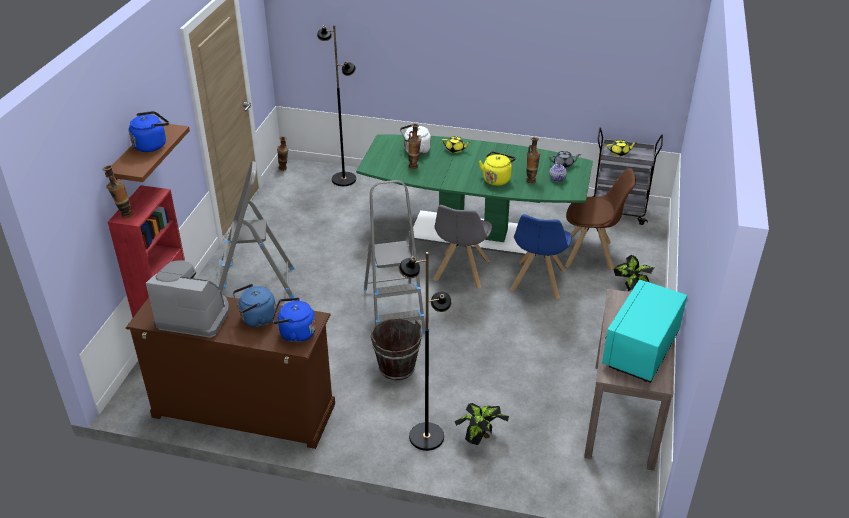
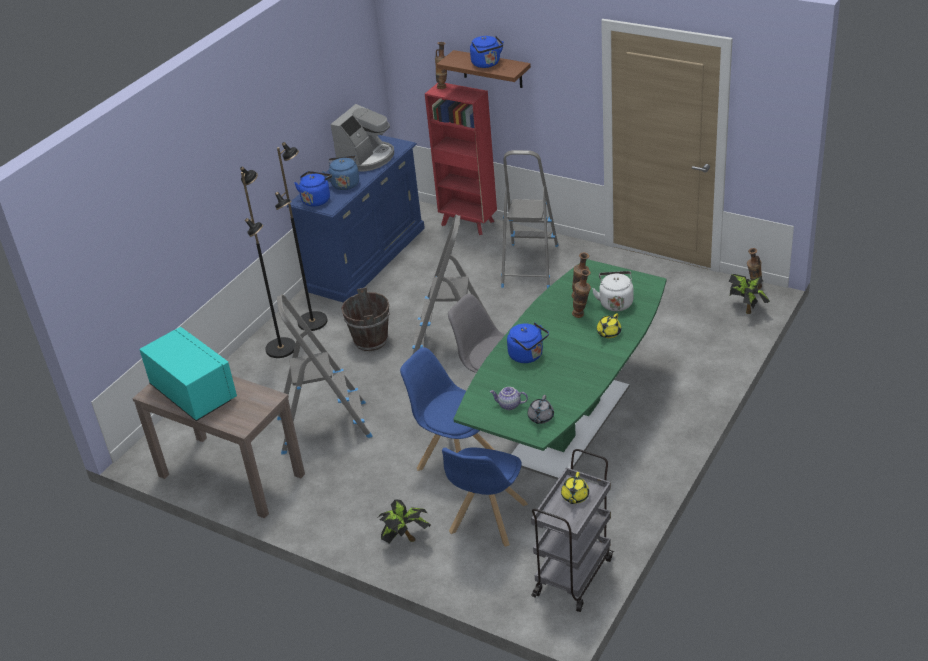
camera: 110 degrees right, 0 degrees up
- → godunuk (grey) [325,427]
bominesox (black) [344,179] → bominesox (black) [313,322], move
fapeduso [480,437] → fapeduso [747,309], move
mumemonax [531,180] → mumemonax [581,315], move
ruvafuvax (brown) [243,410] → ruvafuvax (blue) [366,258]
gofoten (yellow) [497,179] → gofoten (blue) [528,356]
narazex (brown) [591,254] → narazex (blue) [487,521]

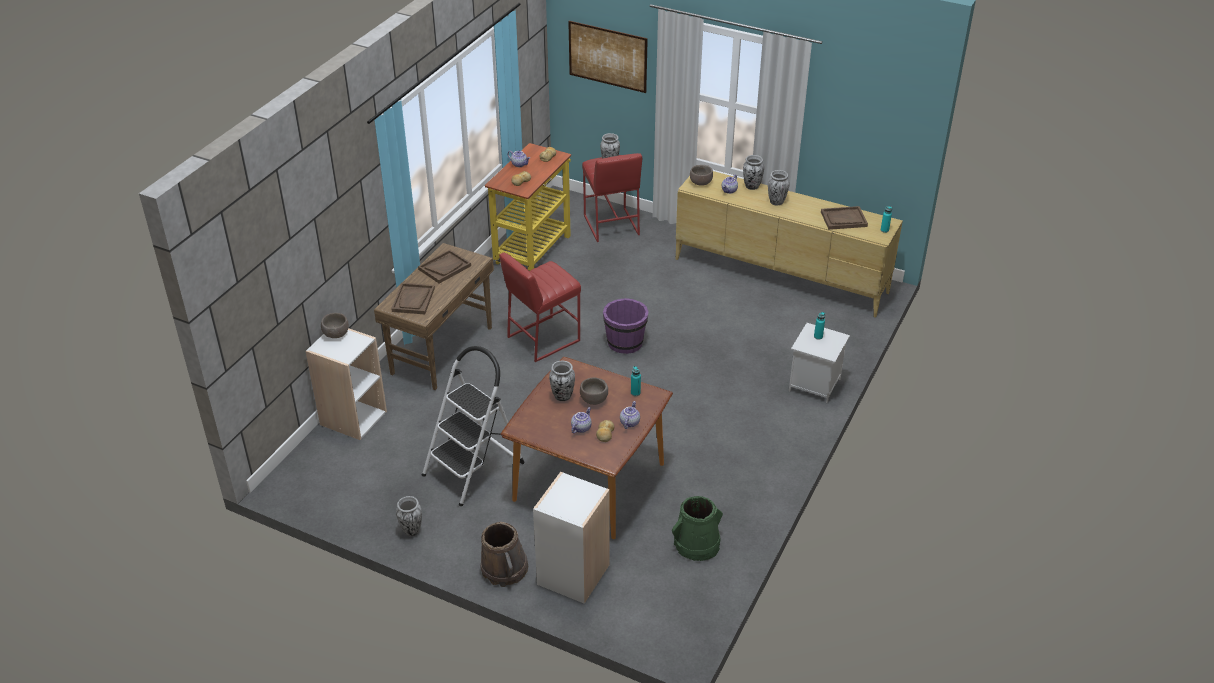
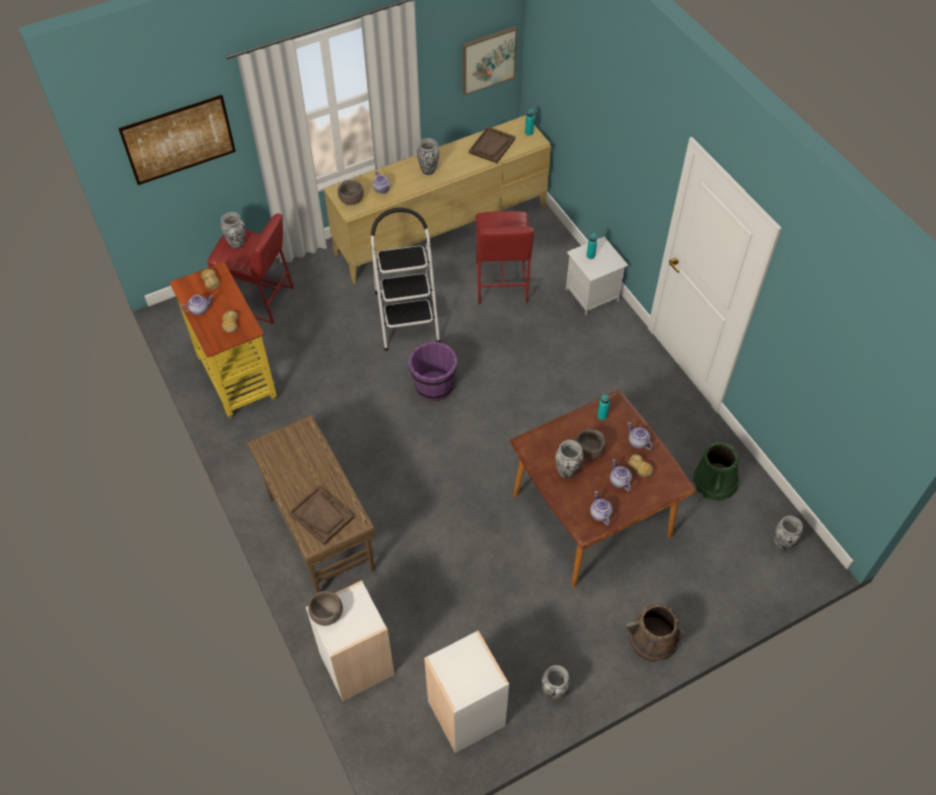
camera: 55 degrees left, 15 degrees up
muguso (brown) [444,267] → -
- → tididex [488,60]
- → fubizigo [599,514]
godunuk [476,468] → godunuk [407,315], move
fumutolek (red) [542,339] → fumutolek (red) [501,284], move
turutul [572,574] → turutul [465,714], move
mumemonax [752,187] → mumemonax [782,544], move

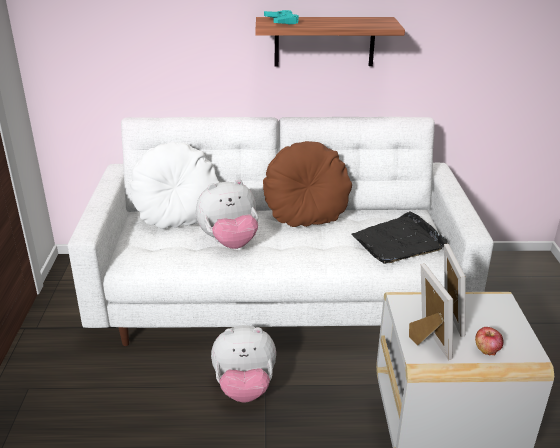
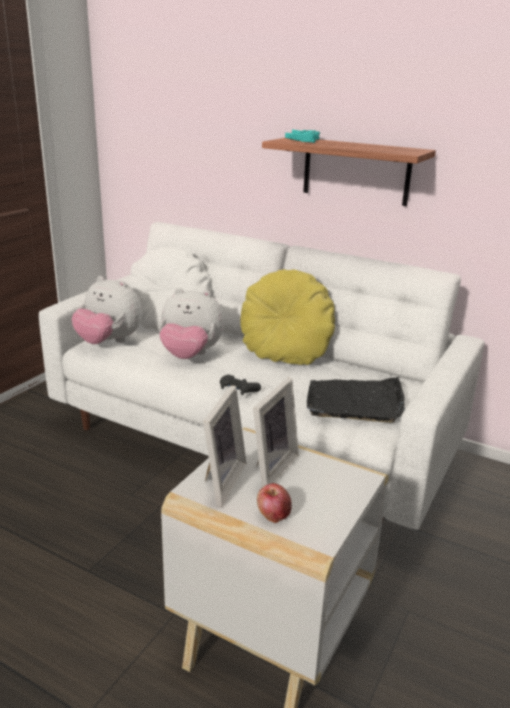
camera: 30 degrees right, 5 degrees down
- → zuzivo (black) [238,390]
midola [244,388] → midola [109,342], move
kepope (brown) [306,219] → kepope (yellow) [285,357]

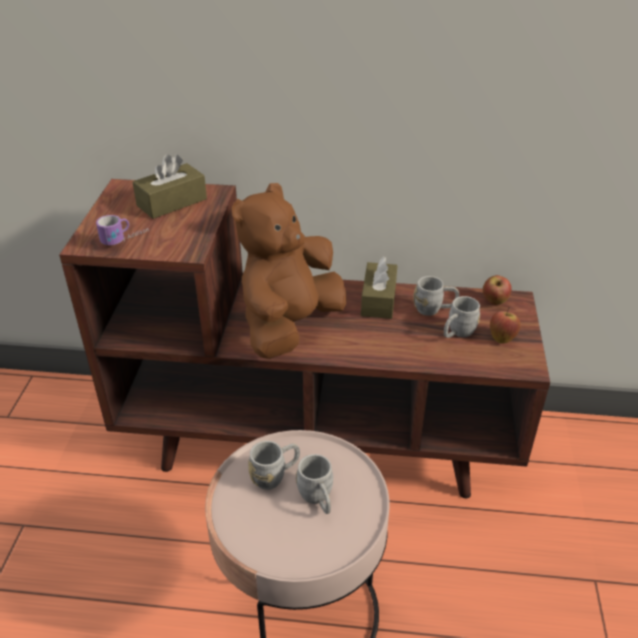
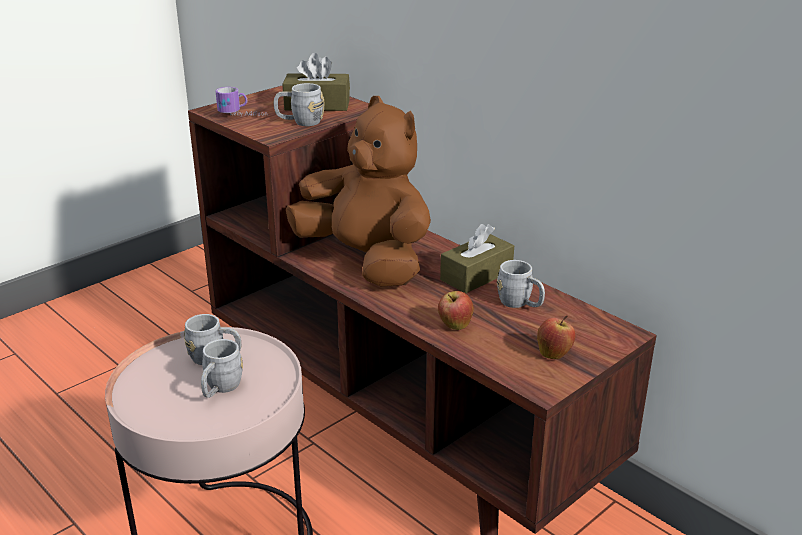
camera: 40 degrees right, 10 degrees down
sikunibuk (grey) [457,333] → sikunibuk (grey) [300,122], move
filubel [494,302] → filubel [455,326], move
midola (brown) [289,326] → midola (brown) [367,261], 60 degrees clockwise

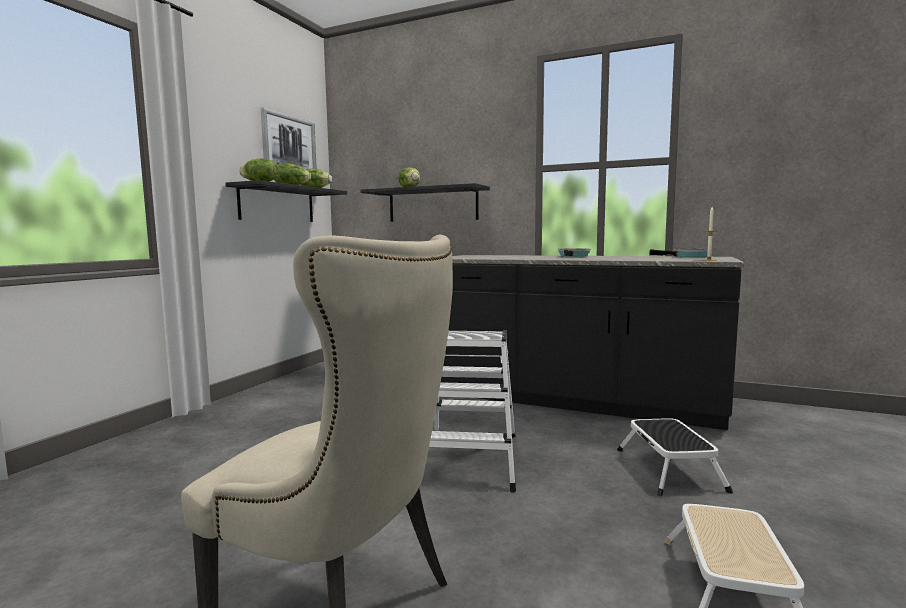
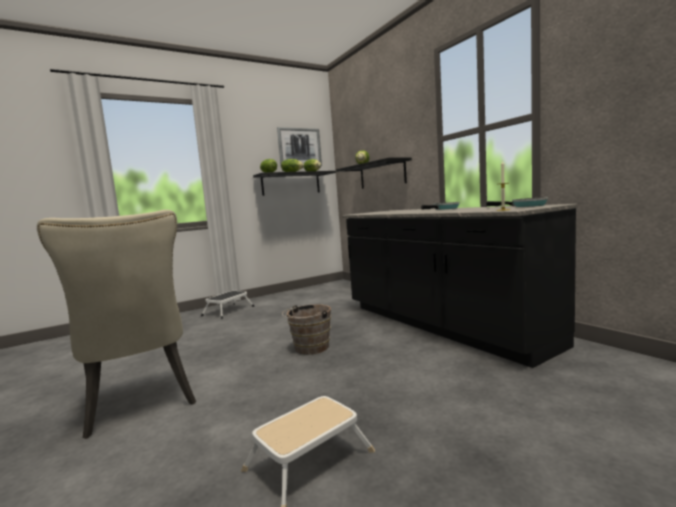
camera: 35 degrees right, 0 degrees up
godunuk (black) [669,469] → godunuk (black) [228,311], move
godunuk (white) [469,458] → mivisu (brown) [309,348]

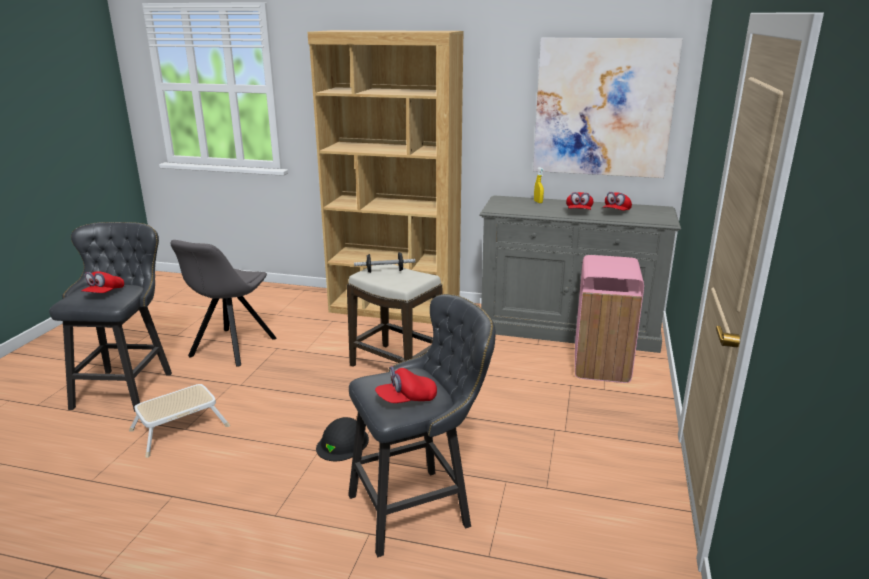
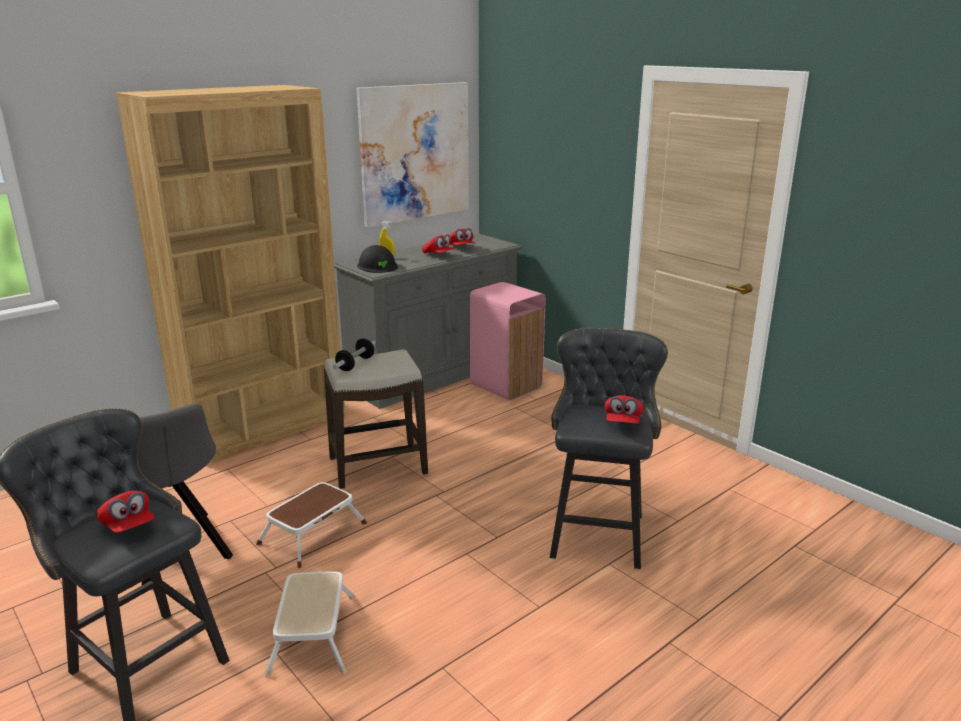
camera: 55 degrees left, 0 degrees up
- → godunuk (brown) [313,533]
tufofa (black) [343,443] → tufofa (black) [377,266], move

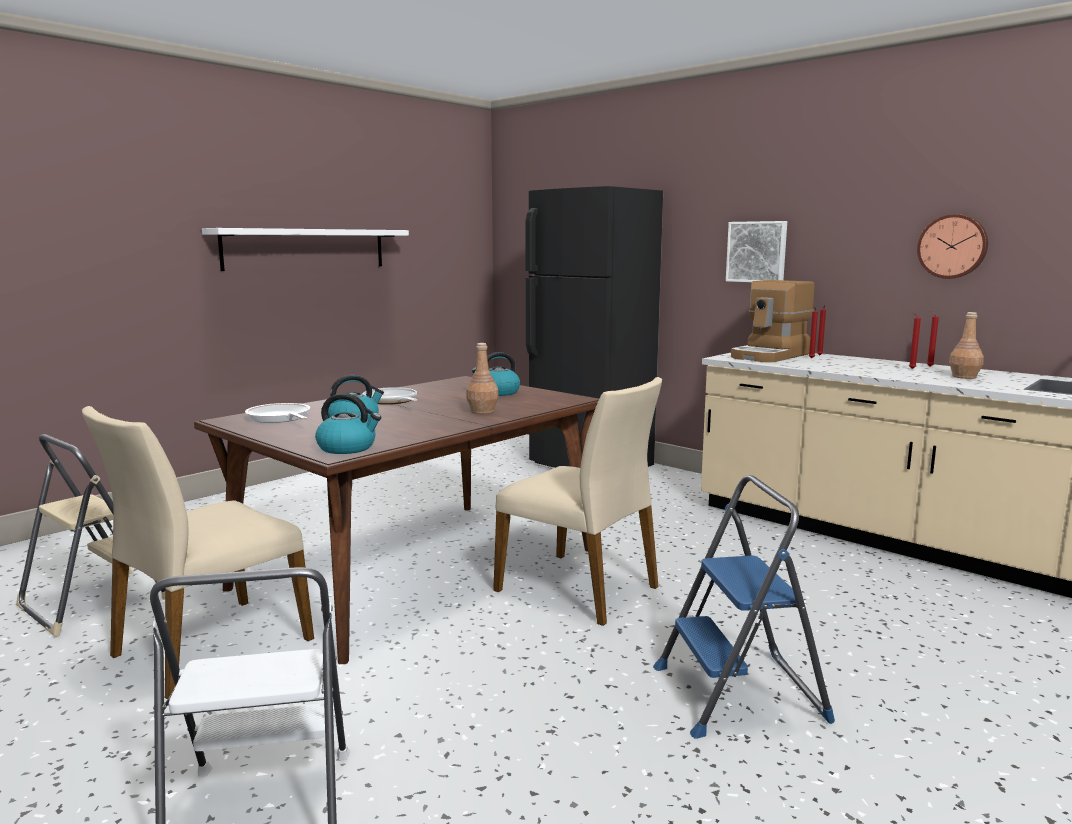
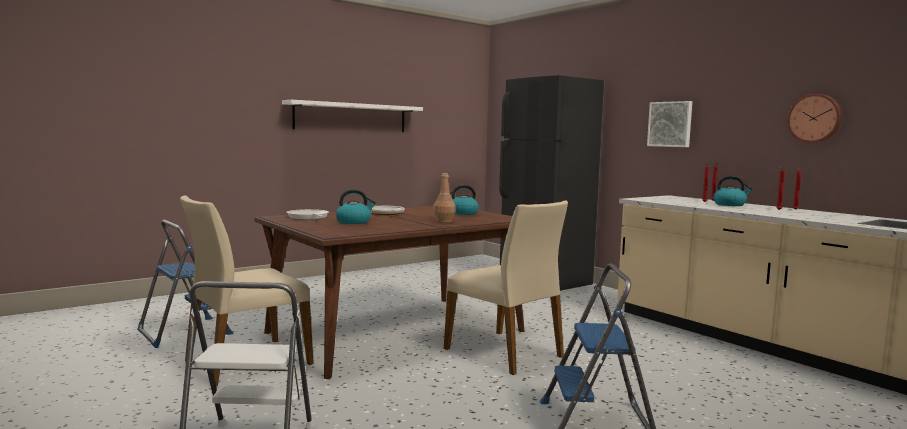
camera: 10 degrees right, 5 degrees down
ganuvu [770,356] → -
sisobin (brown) [964,377] → -
gofoten [348,448] → gofoten [730,204], move
godunuk (beige) [89,603] → godunuk (blue) [180,332]

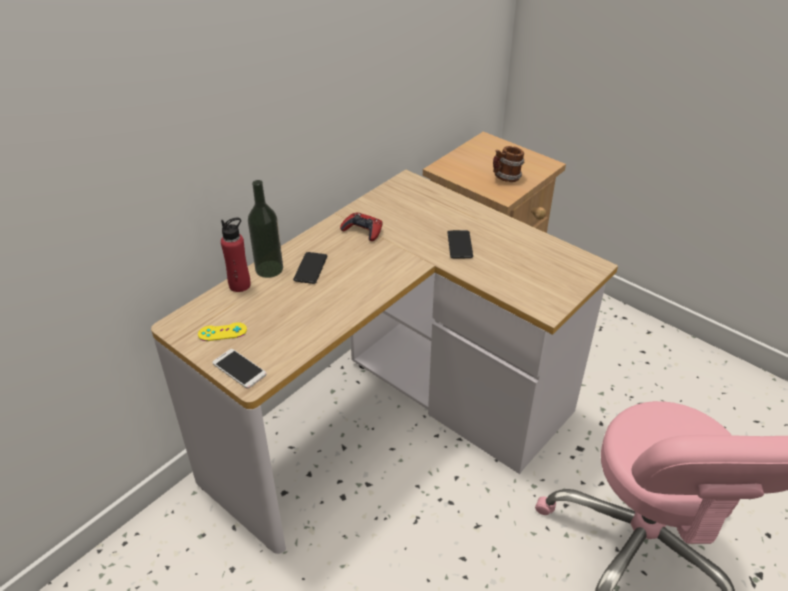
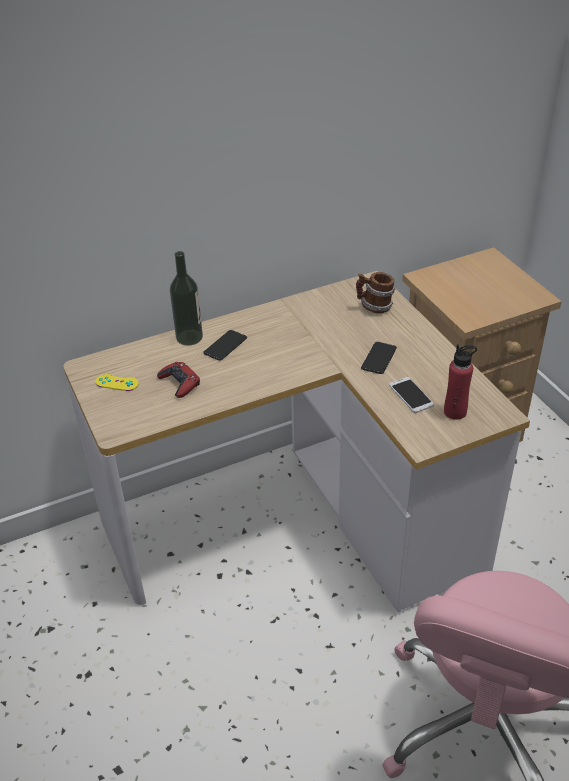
camera: 25 degrees right, 0 degrees up
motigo [239,369] → motigo [411,395], move
sisobin (red) [240,285] → sisobin (red) [455,412], move
zuzivo (red) [362,230] → zuzivo (red) [179,383], move
sikunibuk [506,178] → sikunibuk [374,307], move

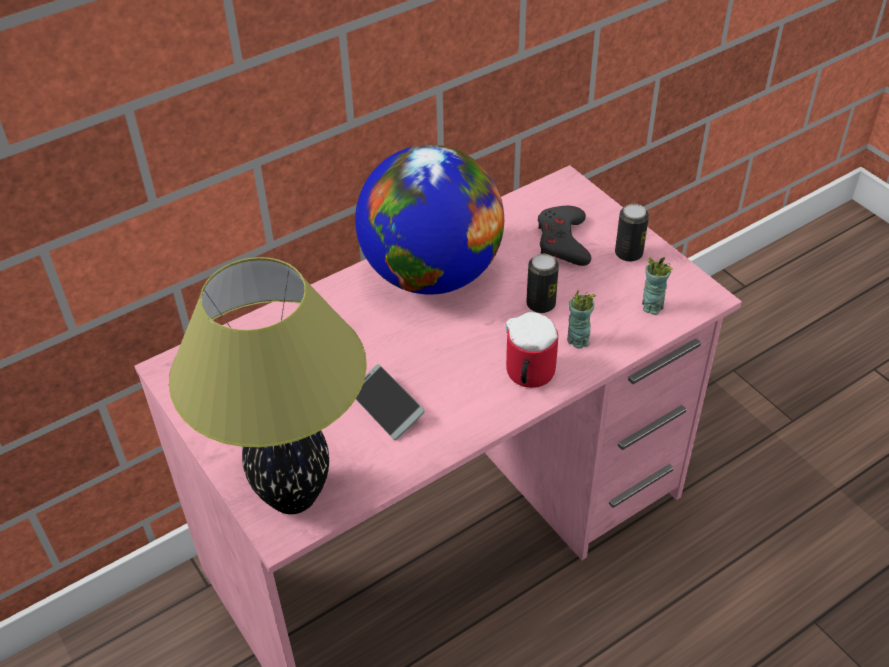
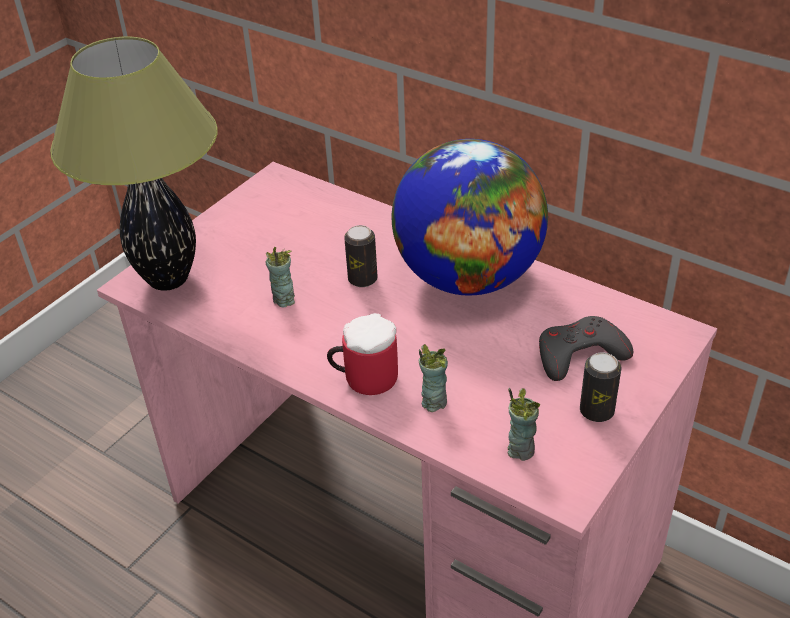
camera: 70 degrees right, 5 degrees down
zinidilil [540,304] → zinidilil [362,279], move
motigo [387,407] → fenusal [283,300]

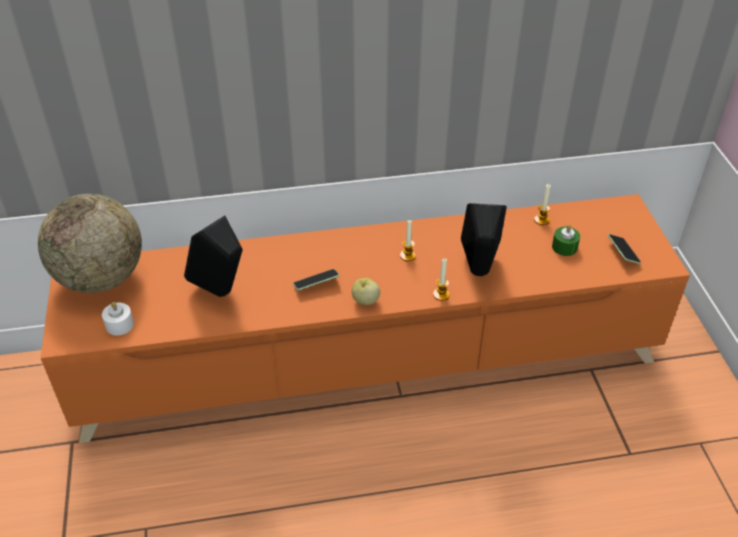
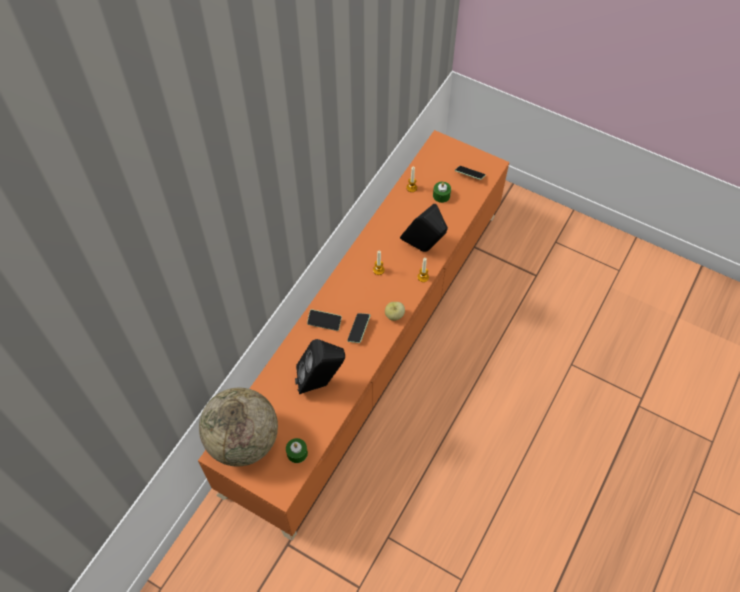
camera: 50 degrees left, 15 degrees up
- → motigo [324,322]
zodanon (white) [119,325] → zodanon (green) [297,453]

